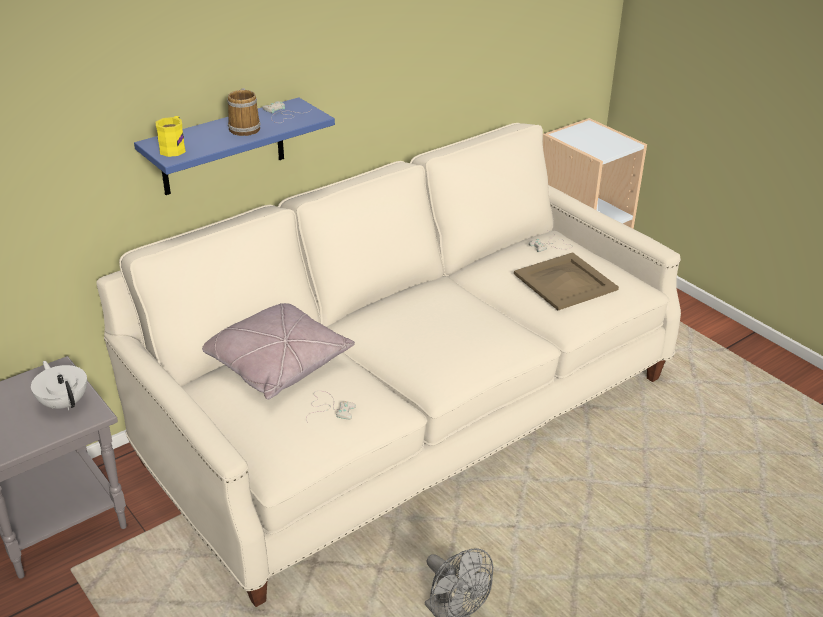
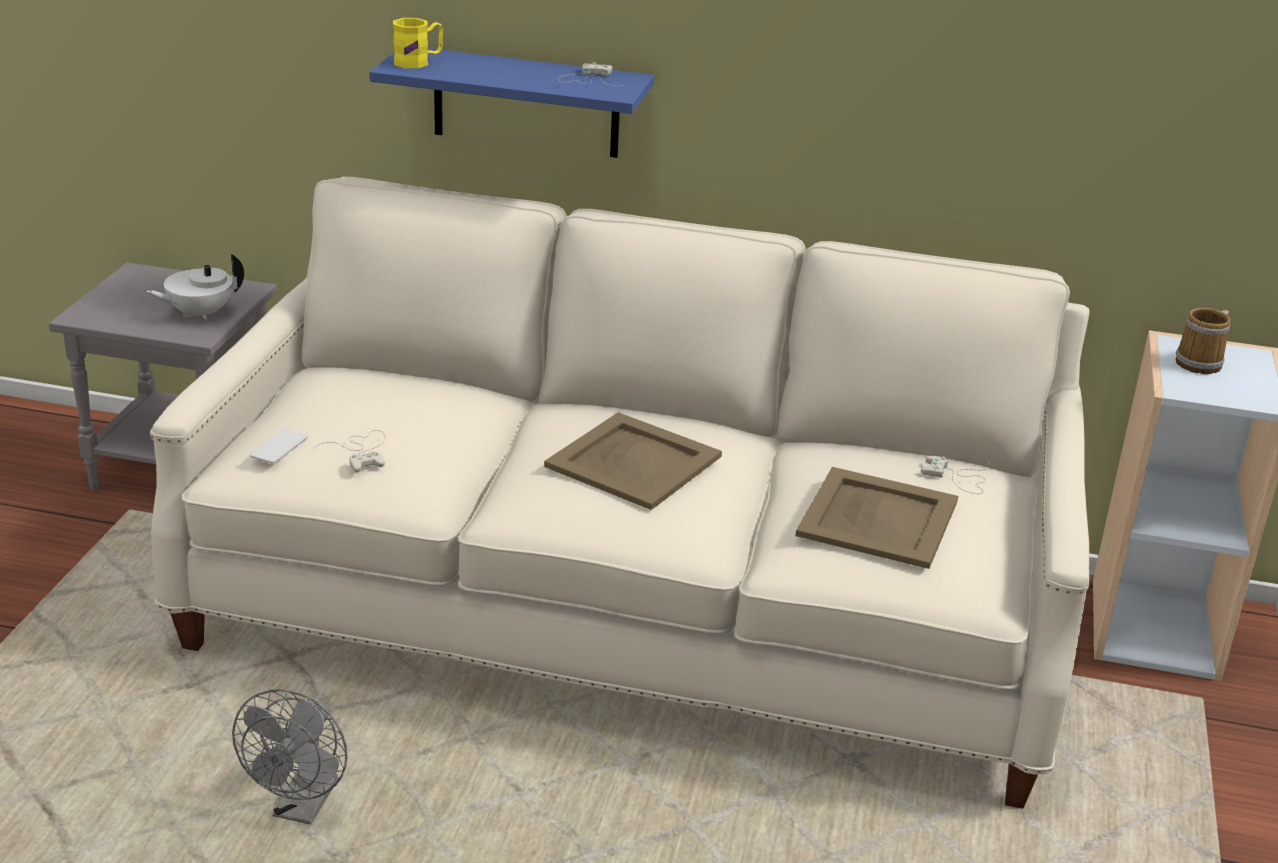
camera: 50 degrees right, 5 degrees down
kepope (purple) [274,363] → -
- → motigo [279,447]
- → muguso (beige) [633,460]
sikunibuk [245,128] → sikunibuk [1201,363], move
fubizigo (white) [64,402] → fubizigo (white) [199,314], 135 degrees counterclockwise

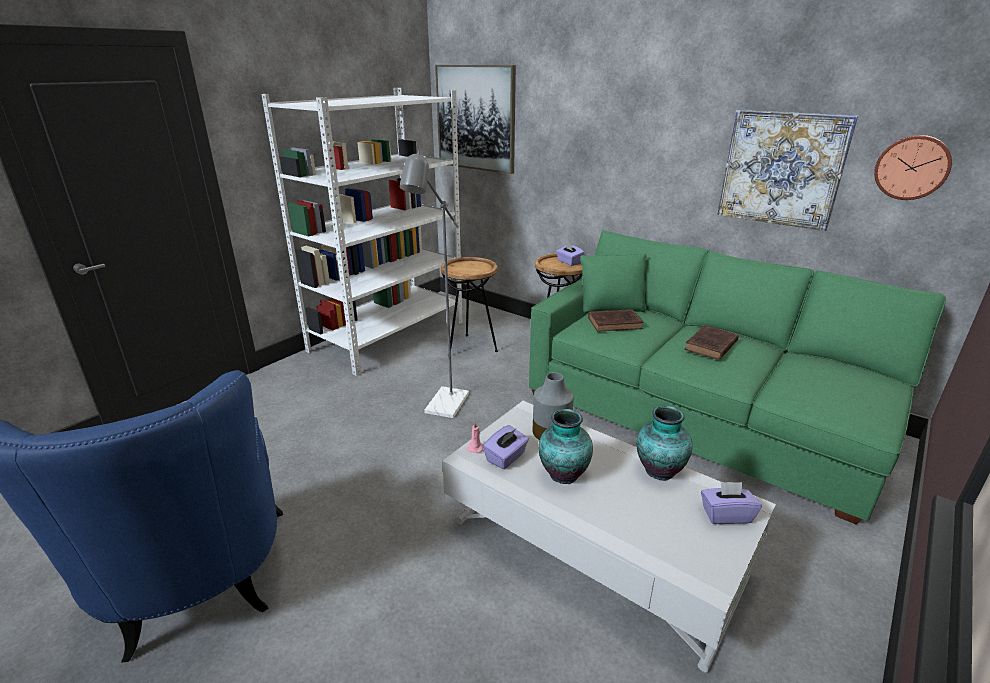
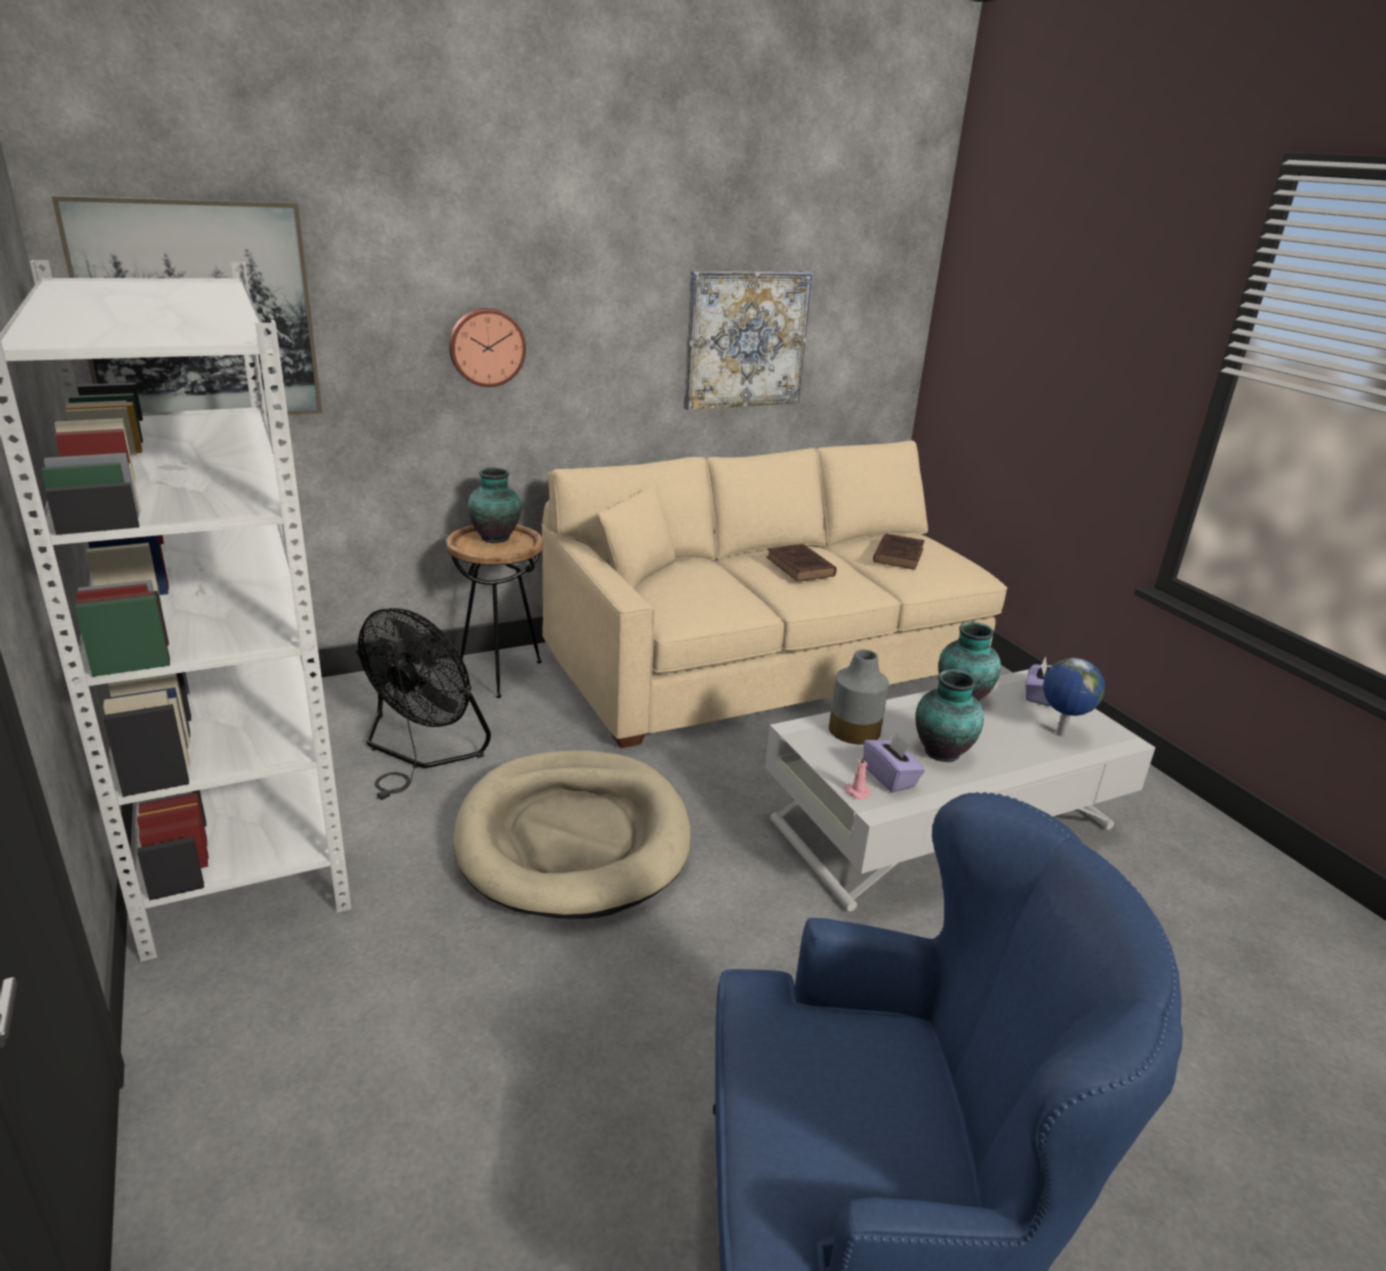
camera: 65 degrees left, 0 degrees up
- → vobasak [1060,734]
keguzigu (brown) [616,323] → keguzigu (brown) [898,555], move
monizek [912,167] → monizek [486,347], move
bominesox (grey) [444,408] → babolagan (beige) [573,838]
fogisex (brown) [470,347] → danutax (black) [413,750]
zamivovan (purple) [569,262] → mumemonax [496,537]
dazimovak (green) [700,414] → dazimovak (beige) [766,661]

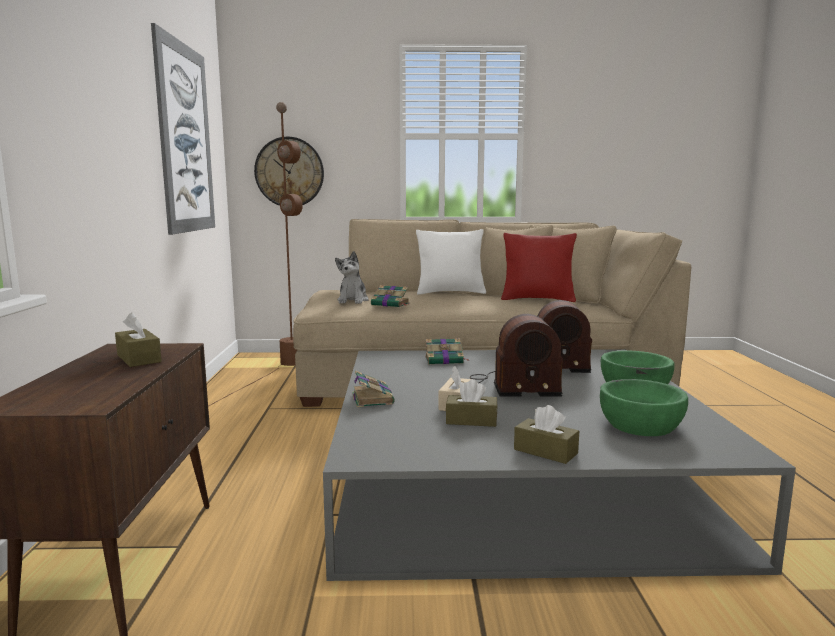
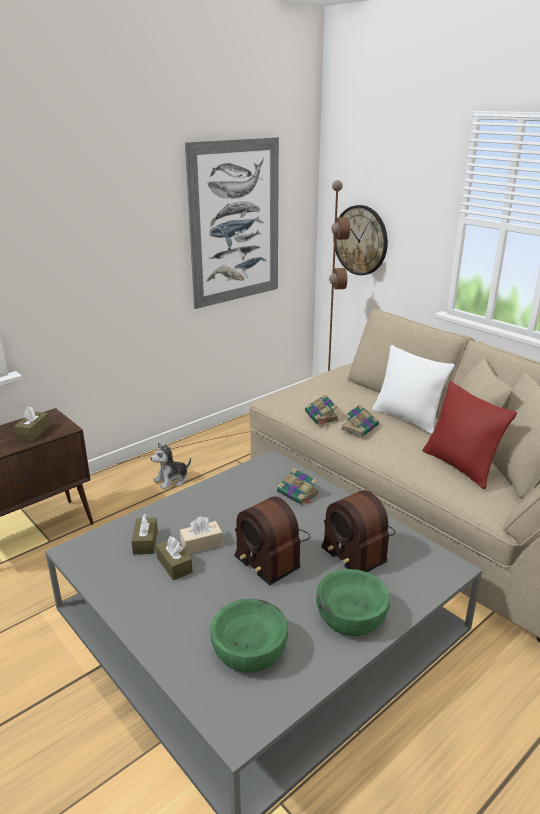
camera: 50 degrees right, 15 degrees up
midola [353,300] → midola [172,480], move
keguzigu [372,398] → keguzigu [360,427], move
zamivovan (brown) [545,451] → zamivovan (brown) [145,542], move

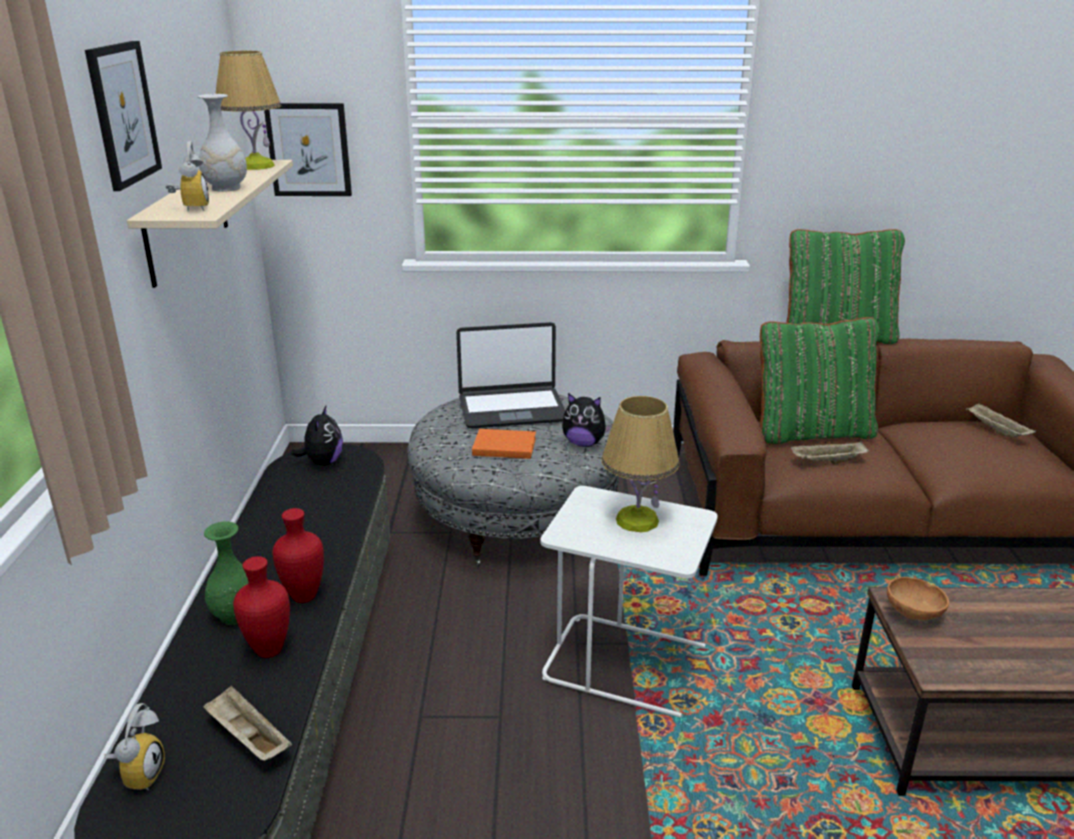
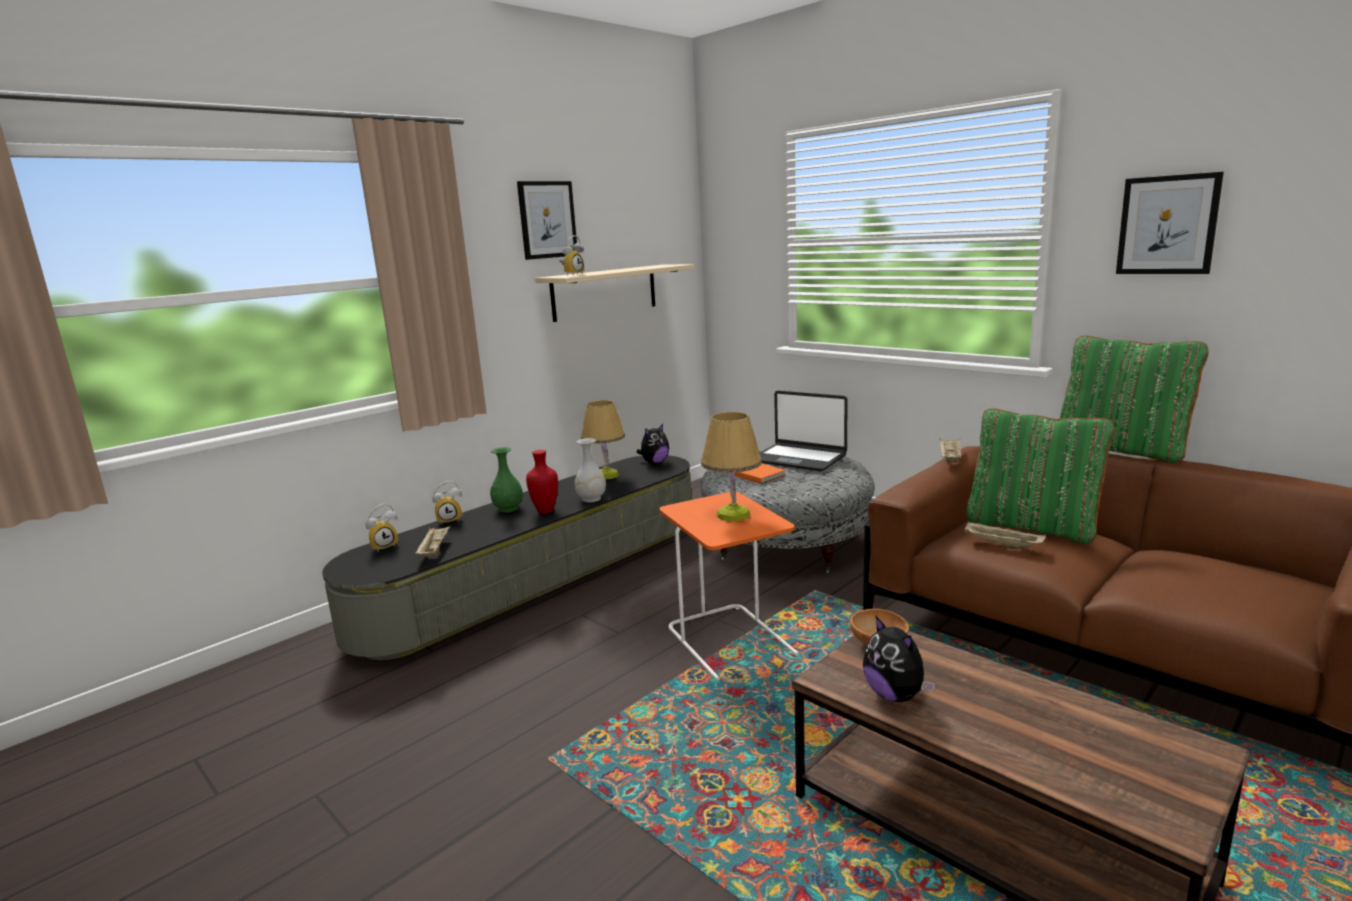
camera: 45 degrees right, 10 degrees down
mumemonax (red) [269,651] → -
- → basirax [450,520]
mumemonax (white) [225,188] → mumemonax (white) [591,499], move
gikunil [256,166] → gikunil [606,475], move
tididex [309,150] → tididex [1167,225], move
midola [584,443] → midola [895,695], move
muguso (beige) [995,430] → muguso (beige) [949,459], move
fogisex (white) [626,663] → fogisex (orange) [731,641]

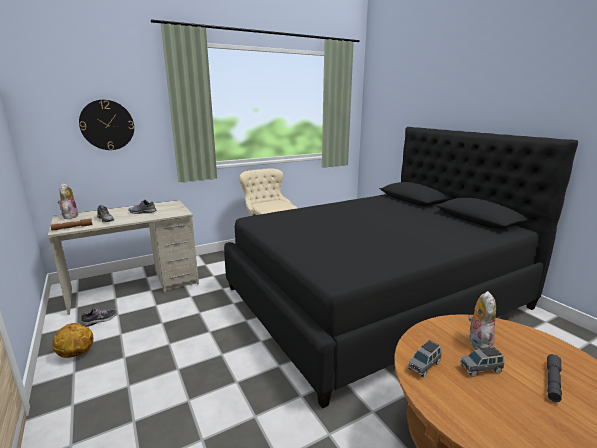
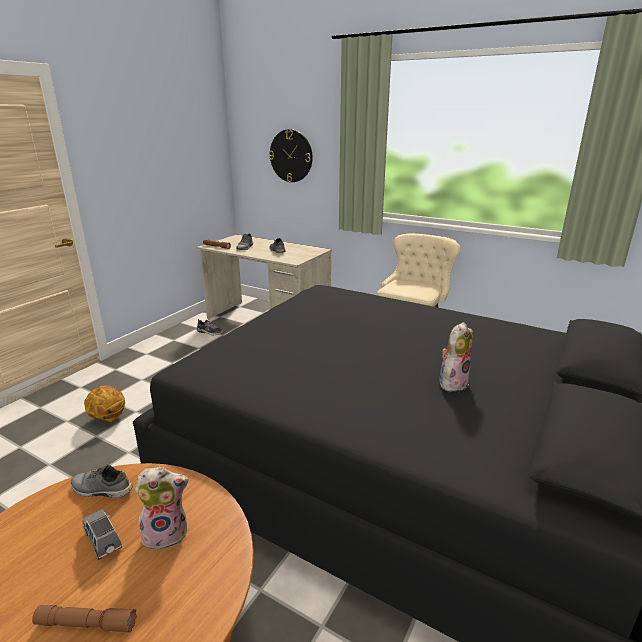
camera: 60 degrees right, 5 degrees up
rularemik [76,354] → rularemik [108,418], move
midola [70,216] → midola [452,382], move
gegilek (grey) [424,365] → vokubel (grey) [101,490]
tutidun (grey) [552,382] → tutidun (brown) [86,624]

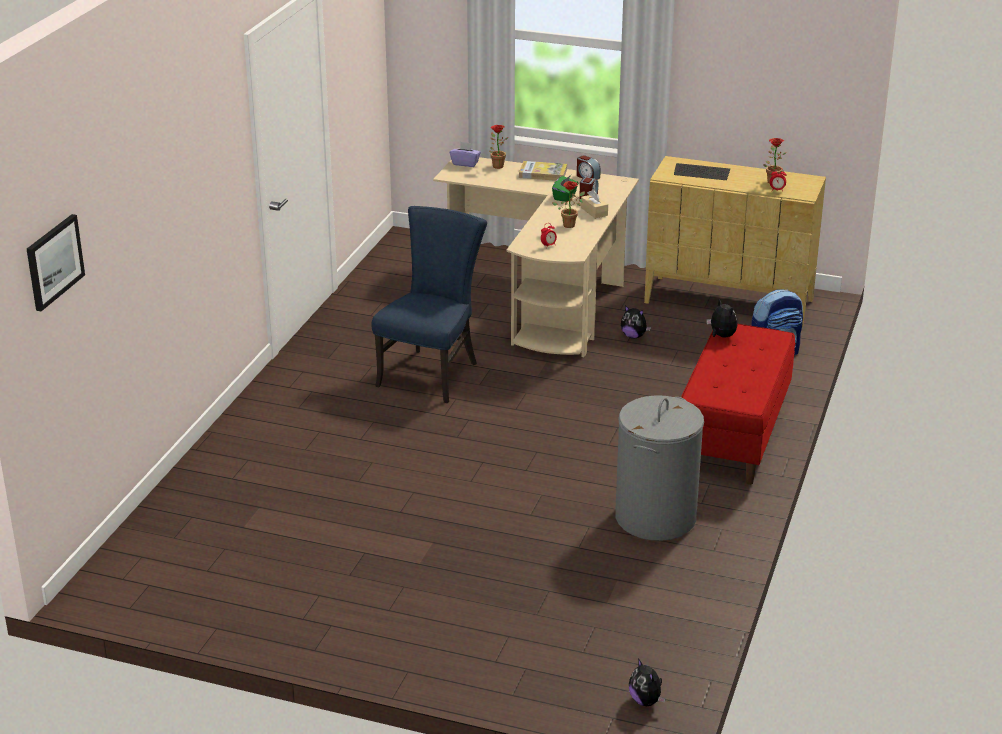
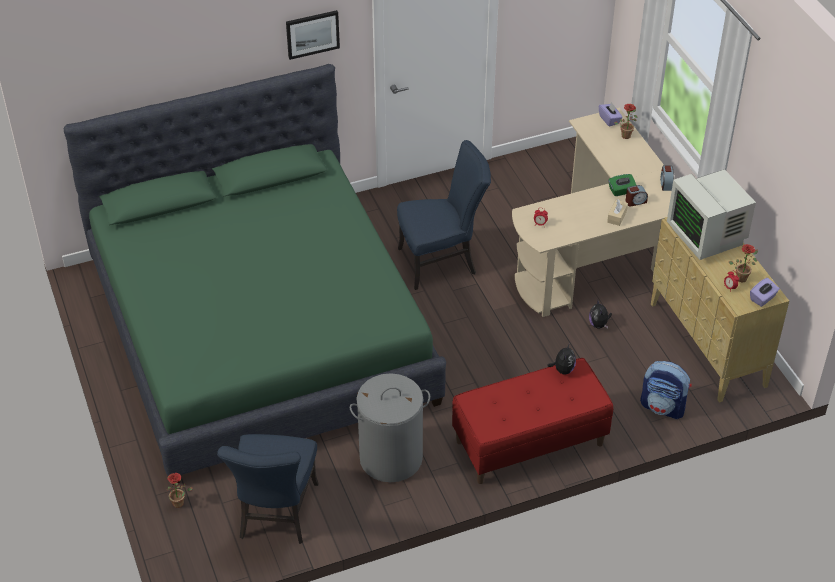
camera: 50 degrees right, 15 degrees up
keguzigu [543,173] → -
midola [646,701] → -
- → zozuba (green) [260,330]
- → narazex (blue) [276,515]
- → zamivovan (purple) [763,298]
tididex [54,261] → tididex [312,34], move
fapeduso [570,224] → fapeduso [180,503], move
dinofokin [701,173] → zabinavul [707,236]

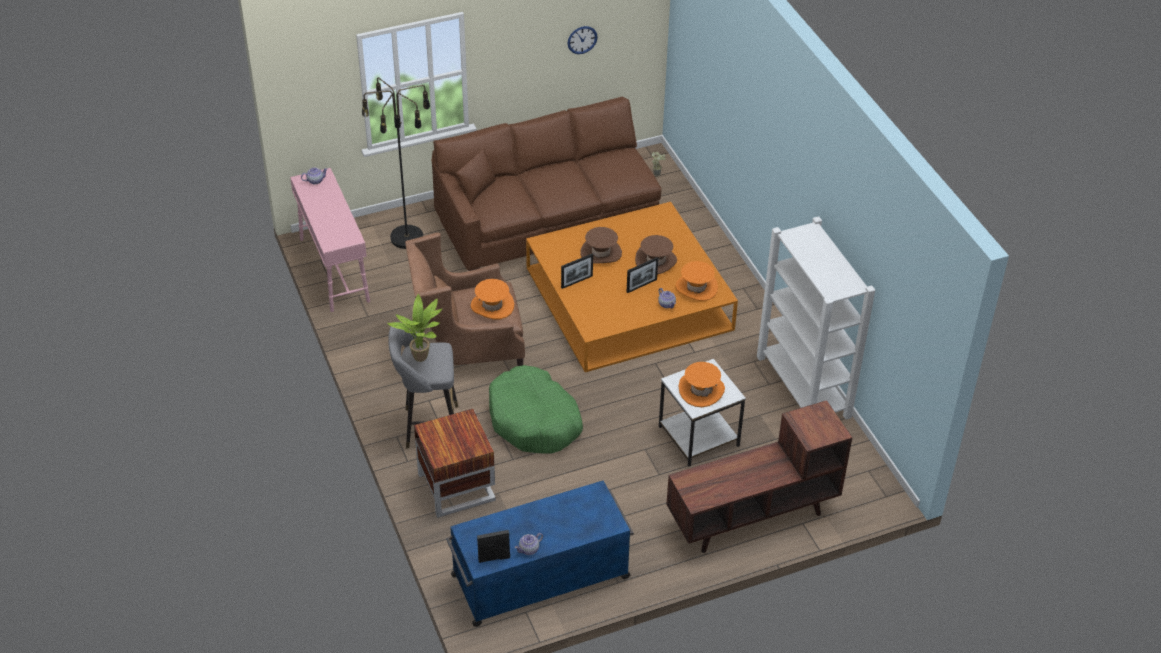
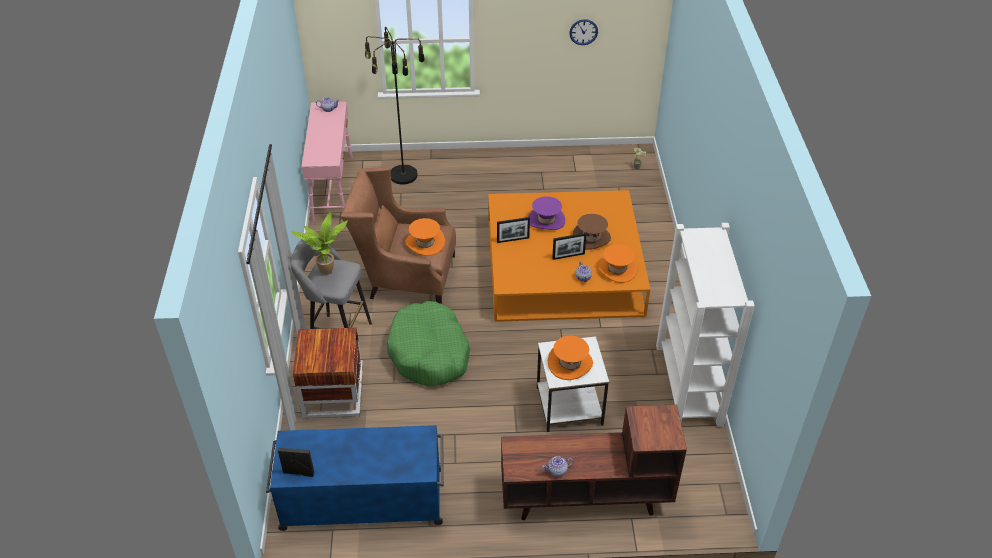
camera: 20 degrees right, 0 degrees up
dazimovak (brown) [547,218] → -
fubizigo [529,549] → fubizigo [557,471], move
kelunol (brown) [601,253] → kelunol (purple) [546,220]

